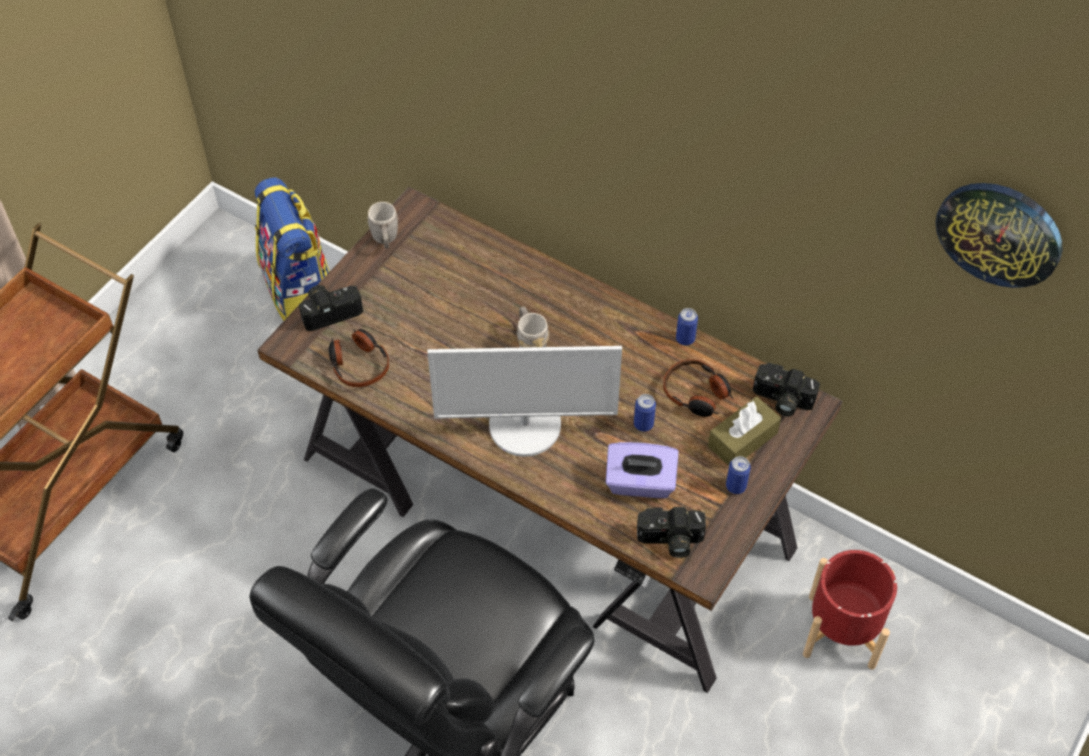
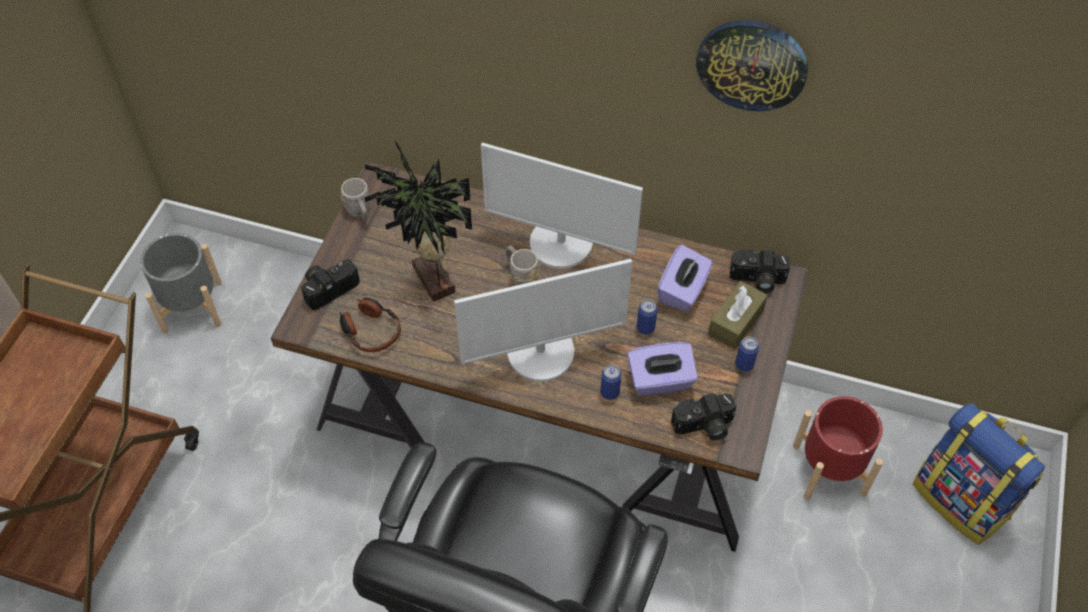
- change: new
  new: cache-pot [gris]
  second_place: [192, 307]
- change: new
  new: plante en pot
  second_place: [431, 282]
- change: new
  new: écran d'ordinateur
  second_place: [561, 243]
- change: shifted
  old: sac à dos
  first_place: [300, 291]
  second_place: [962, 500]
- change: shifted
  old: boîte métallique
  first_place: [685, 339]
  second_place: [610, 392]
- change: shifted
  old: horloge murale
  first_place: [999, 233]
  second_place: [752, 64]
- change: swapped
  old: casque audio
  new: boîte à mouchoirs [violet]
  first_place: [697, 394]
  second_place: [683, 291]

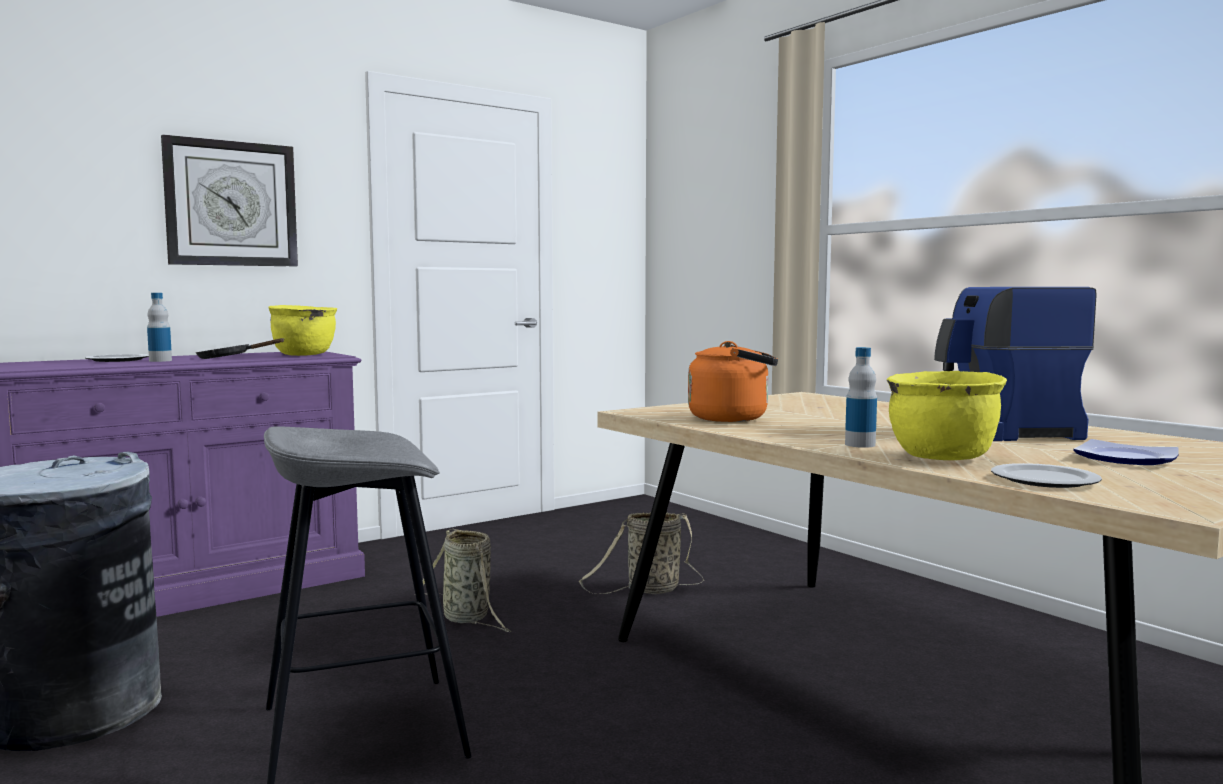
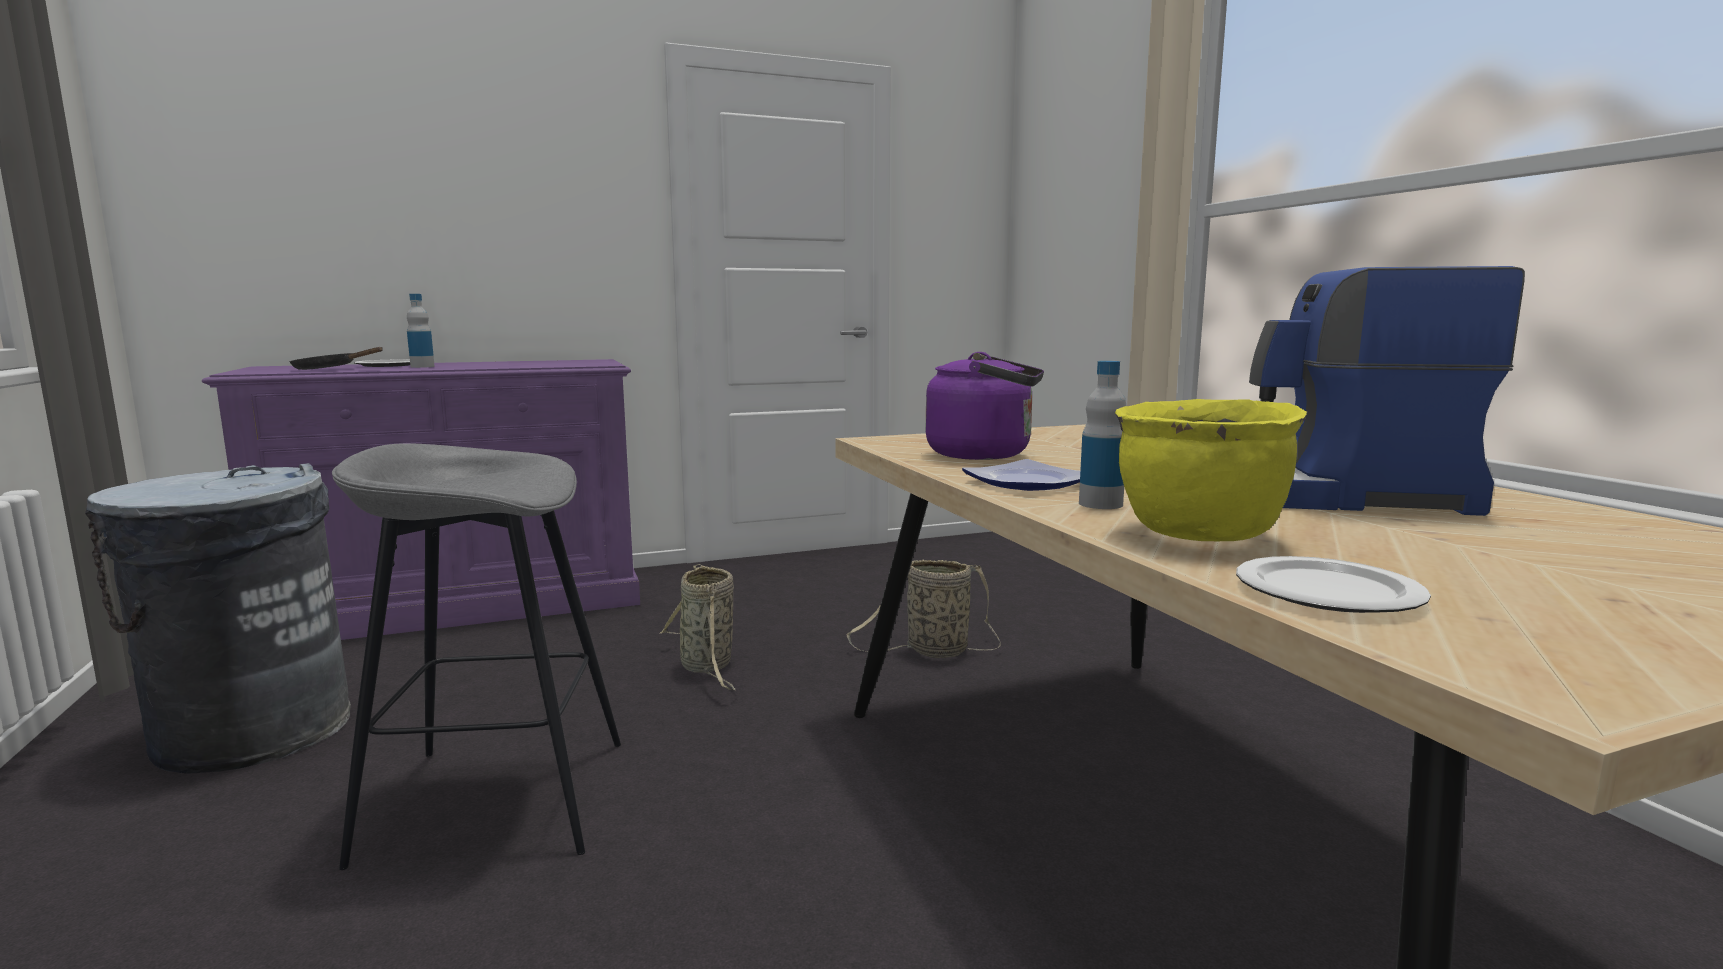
- change: gone
  old: horloge murale
  first_place: [231, 204]
- change: gone
  old: marmite [jaune]
  first_place: [304, 355]
- change: shifted
  old: poêle [noir]
  first_place: [229, 358]
  second_place: [330, 369]
- change: shifted
  old: assiette
  first_place: [1126, 459]
  second_place: [1027, 483]
- change: repainted
  old: bouilloire [orange]
  new: bouilloire [violet]
  first_place: [733, 418]
  second_place: [985, 455]

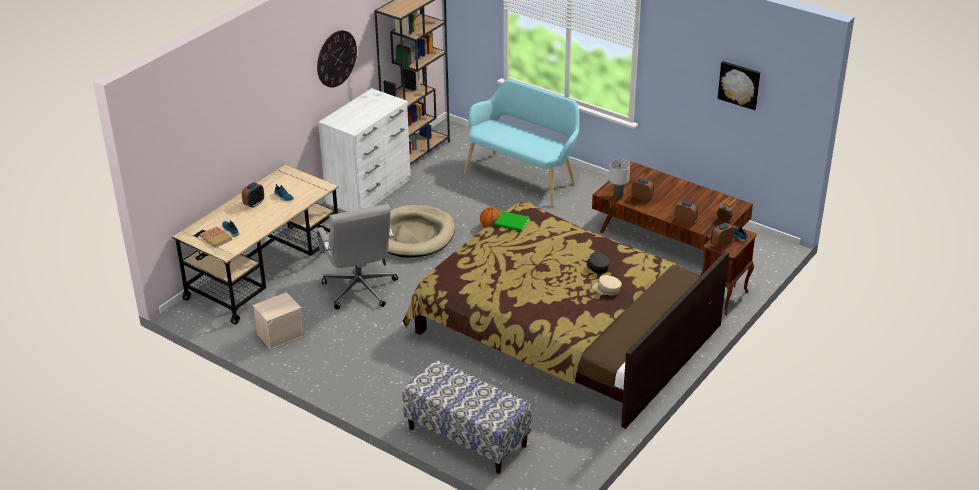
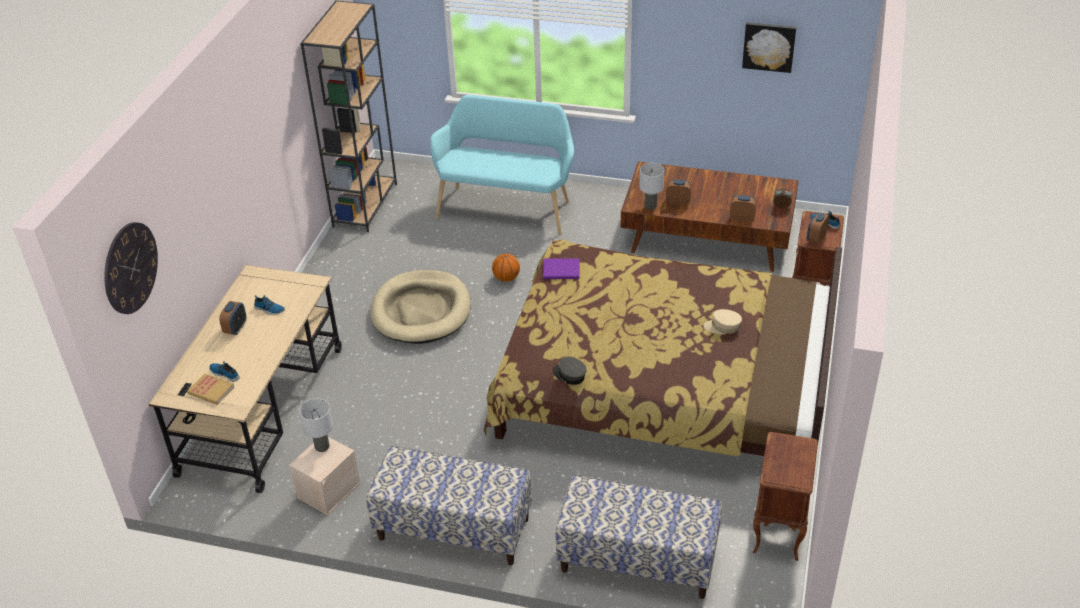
- change: gone
  old: chaise de bureau [gris]
  first_place: [360, 288]
- change: gone
  old: commode [blanc]
  first_place: [370, 192]
- change: new
  new: lampe de table [blanc]
  second_place: [323, 447]
- change: new
  new: banc
  second_place: [453, 529]
- change: new
  new: table de chevet [marron]
  second_place: [779, 531]
- change: shifted
  old: horloge murale
  first_place: [336, 58]
  second_place: [130, 268]
- change: shifted
  old: casquette [gris]
  first_place: [597, 266]
  second_place: [569, 375]
- change: repainted
  old: livre [vert]
  new: livre [violet]
  first_place: [512, 223]
  second_place: [562, 271]

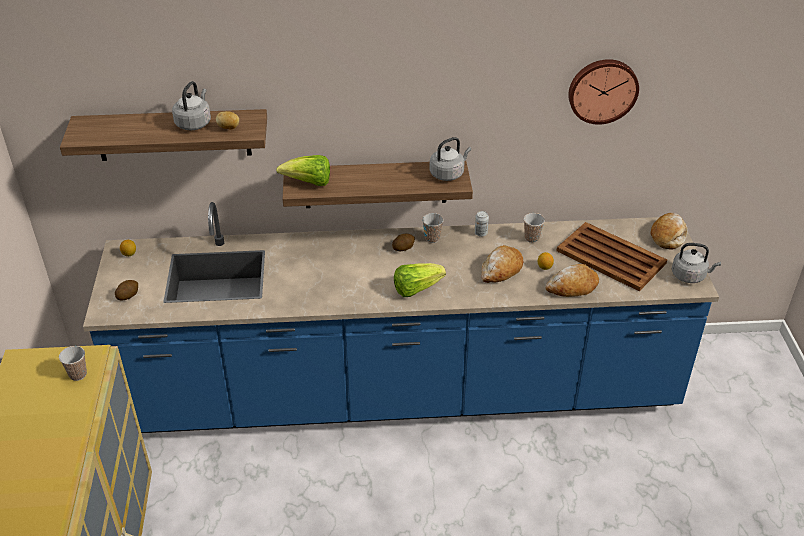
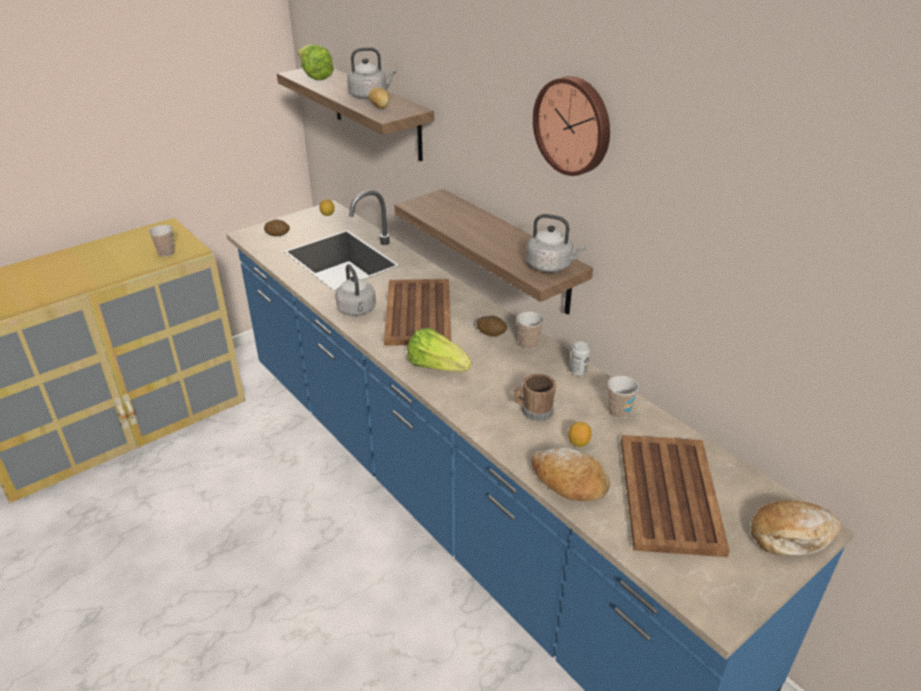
- change: new
  new: plateau [marron]
  second_place: [418, 313]
- change: shifted
  old: laitue
  first_place: [309, 183]
  second_place: [314, 76]
- change: shifted
  old: horloge murale
  first_place: [602, 90]
  second_place: [574, 125]
- change: shifted
  old: bouilloire [gris]
  first_place: [690, 276]
  second_place: [357, 310]
- change: swapped
  old: pain
  new: mug [marron]
  first_place: [501, 270]
  second_place: [533, 411]

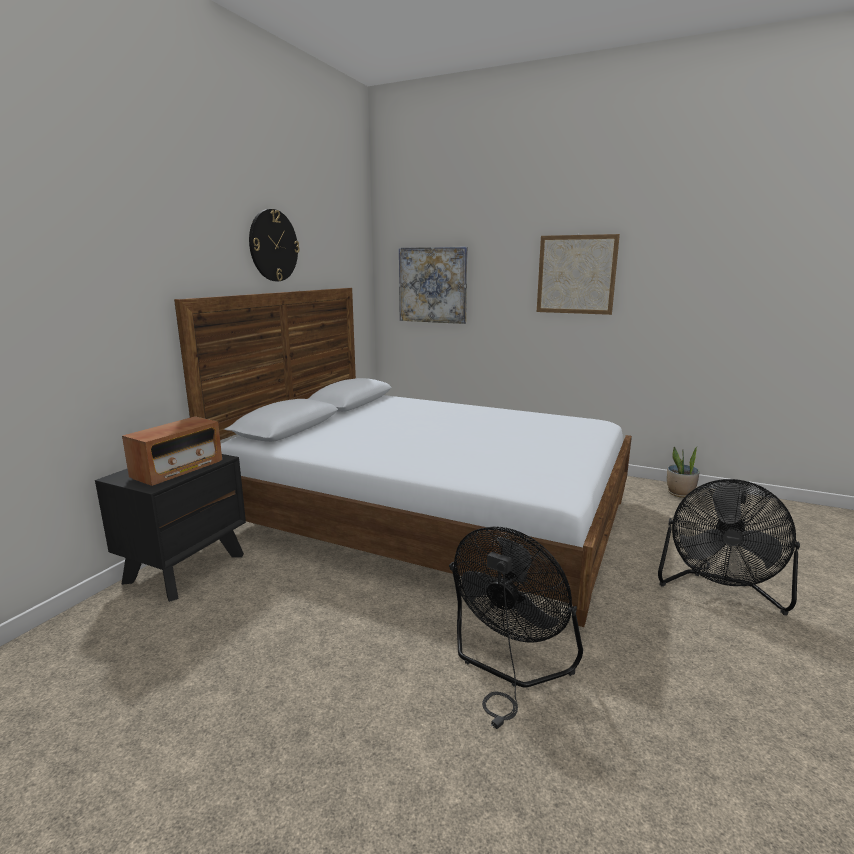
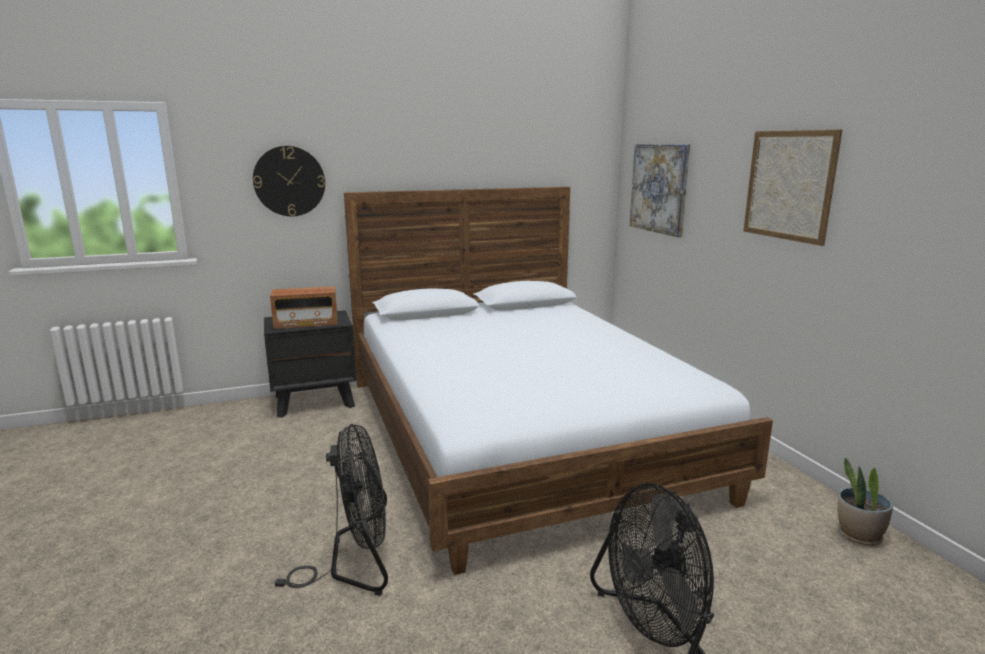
- change: shifted
  old: horloge murale
  first_place: [273, 245]
  second_place: [289, 181]

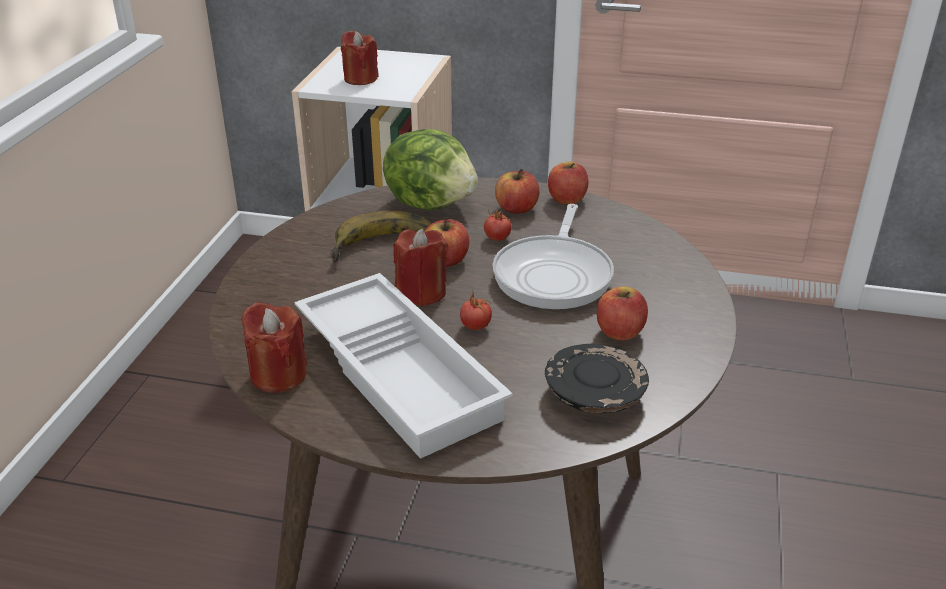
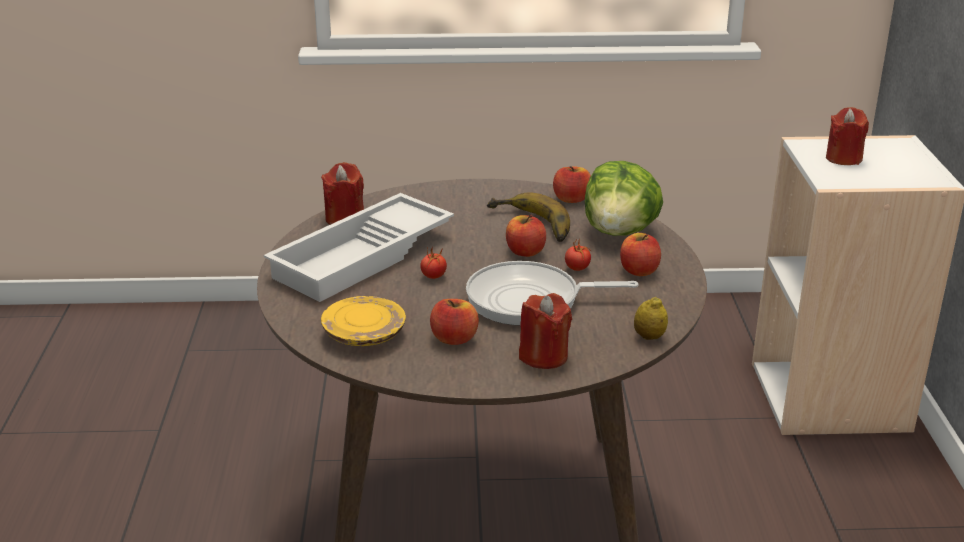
- change: new
  new: citron
  second_place: [649, 337]
- change: shifted
  old: bougie [rouge]
  first_place: [421, 292]
  second_place: [543, 356]
- change: shifted
  old: pomme
  first_place: [567, 199]
  second_place: [571, 199]
- change: repainted
  old: assiette [noir]
  new: assiette [jaune]
  first_place: [594, 392]
  second_place: [364, 334]

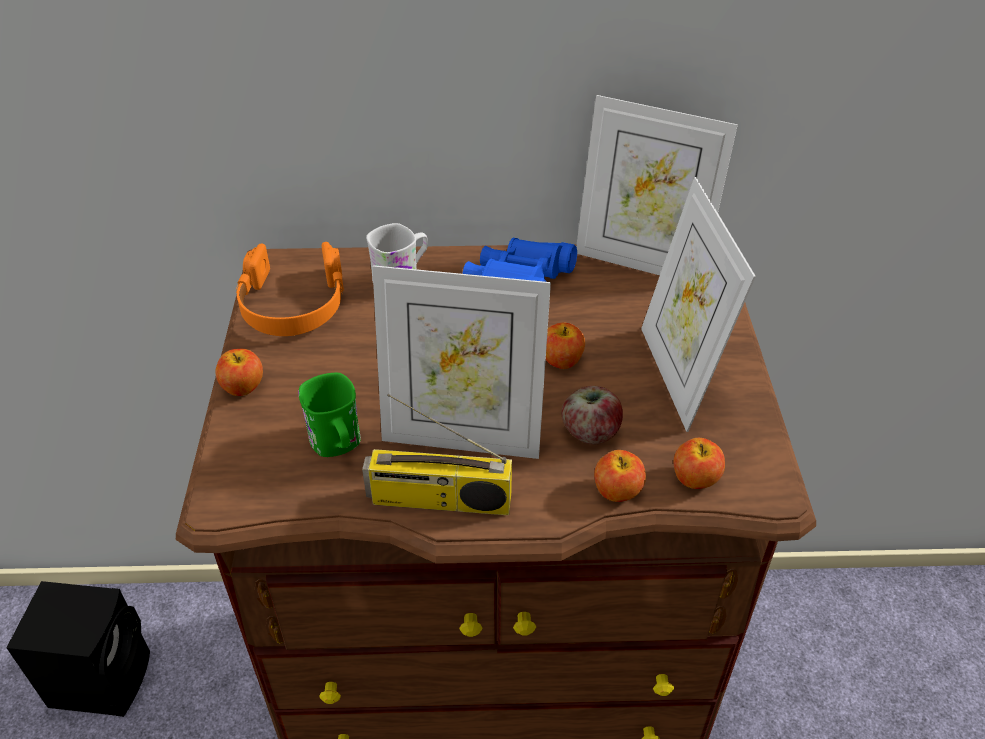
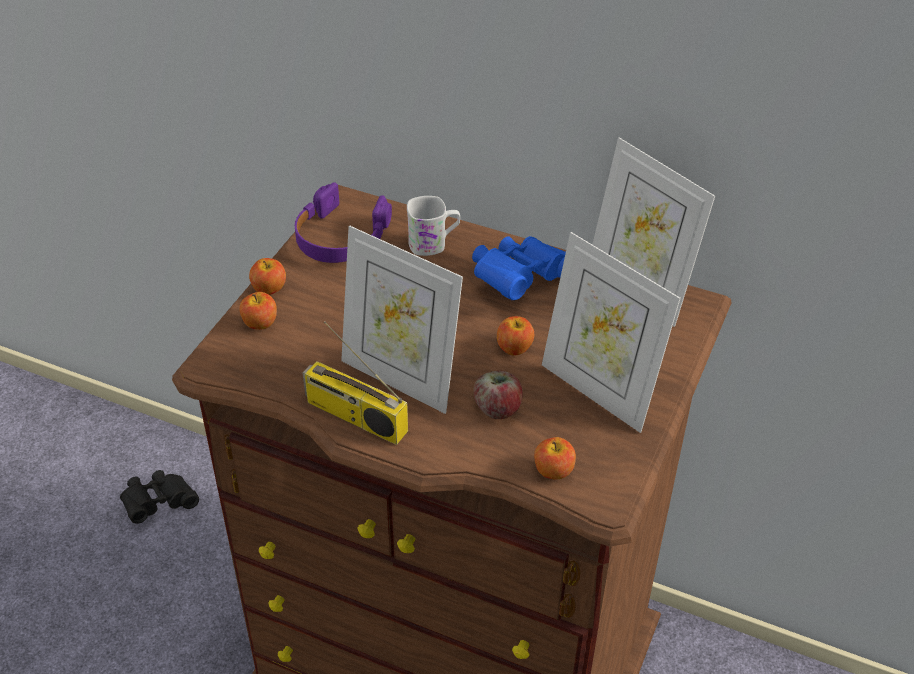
- change: gone
  old: mug [vert]
  first_place: [338, 444]
- change: shifted
  old: pomme
  first_place: [617, 491]
  second_place: [260, 323]
- change: swapped
  old: enceinte [noir]
  new: jumelles [noir]
  first_place: [103, 676]
  second_place: [159, 503]
- change: repainted
  old: casque audio [orange]
  new: casque audio [violet]
  first_place: [292, 303]
  second_place: [340, 237]
- change: rotated
  old: cadre photo
  first_place: [678, 375]
  second_place: [598, 391]
  degrees: -60

